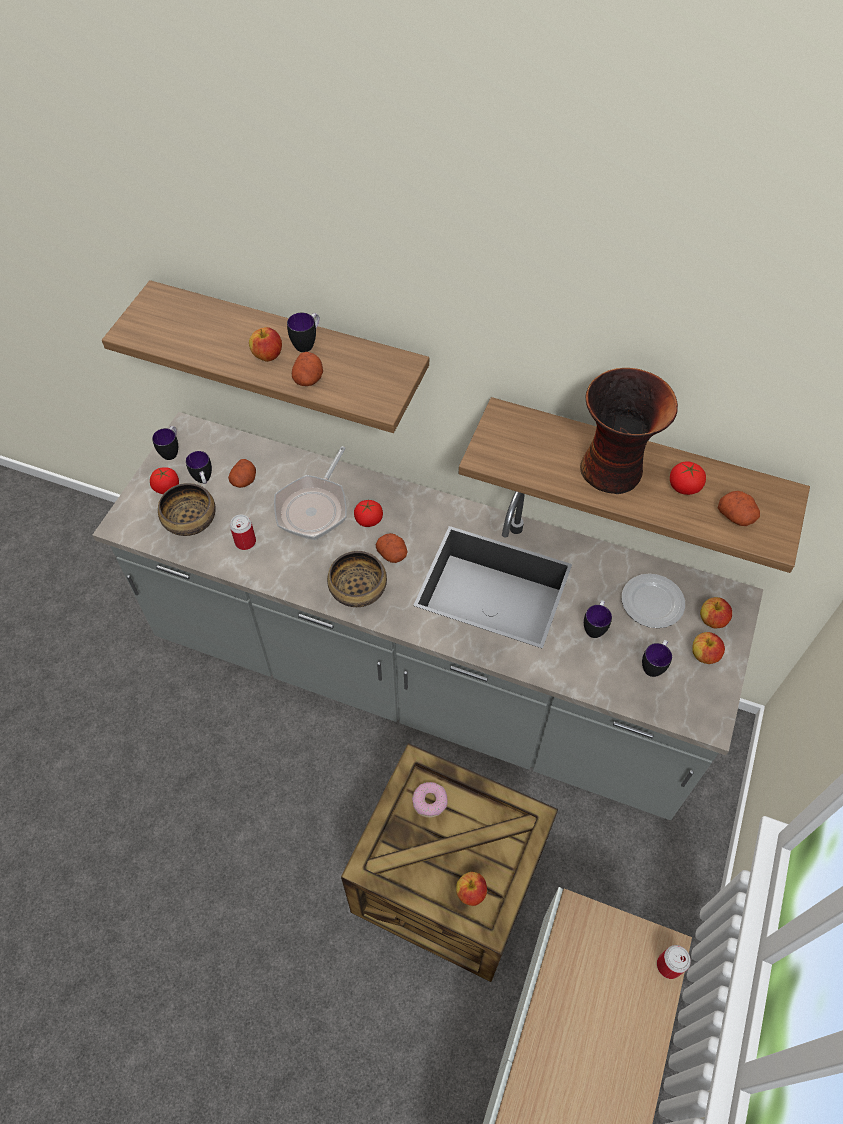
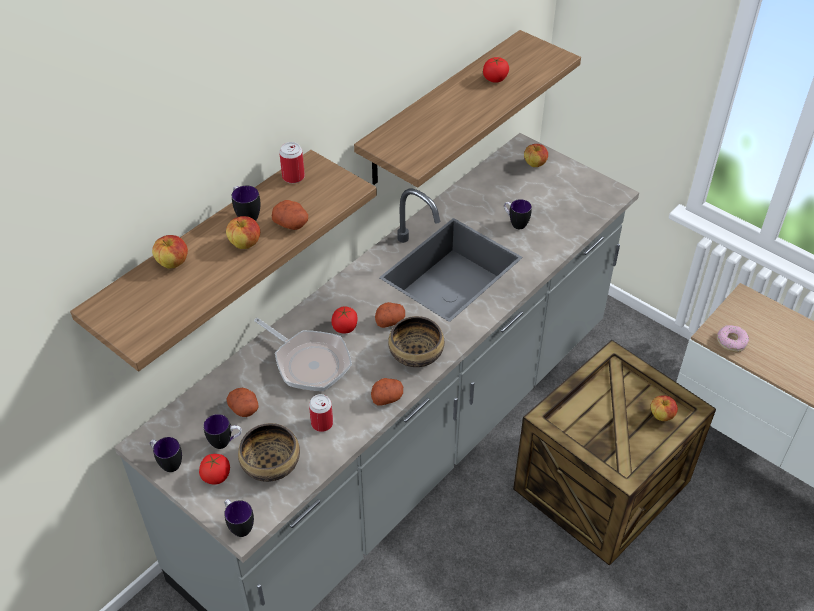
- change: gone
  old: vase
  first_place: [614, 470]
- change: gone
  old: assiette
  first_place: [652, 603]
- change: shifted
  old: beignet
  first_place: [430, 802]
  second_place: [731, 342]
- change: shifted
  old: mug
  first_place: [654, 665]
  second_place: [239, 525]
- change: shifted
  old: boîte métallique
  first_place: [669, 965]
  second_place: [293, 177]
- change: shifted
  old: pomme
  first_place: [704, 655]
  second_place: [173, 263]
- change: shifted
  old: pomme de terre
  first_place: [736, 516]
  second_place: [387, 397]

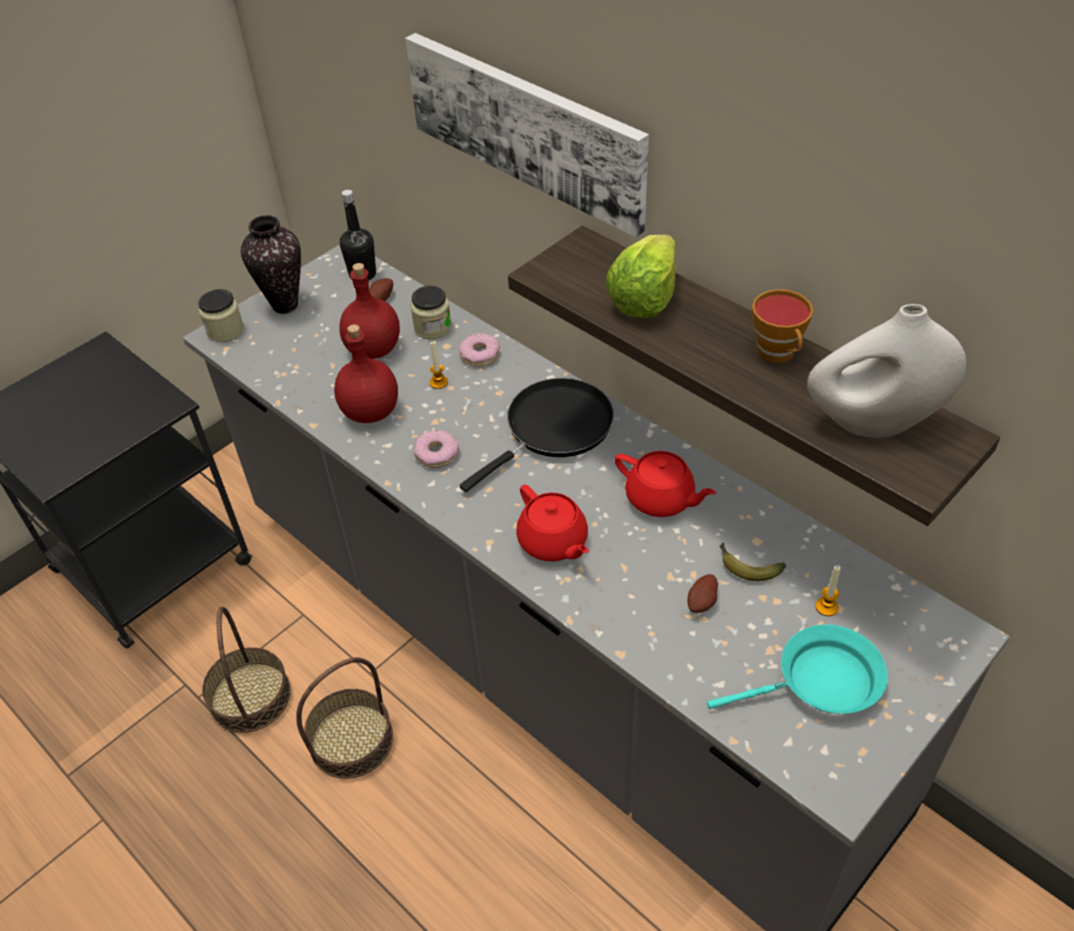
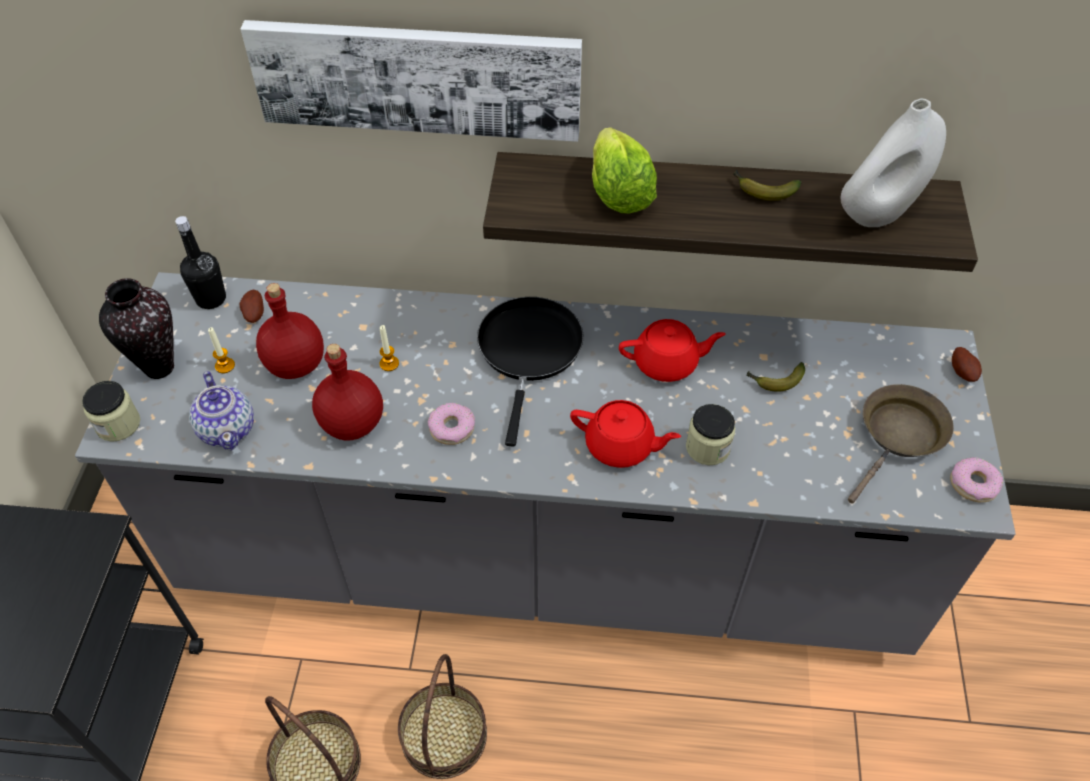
- change: new
  new: théière
  second_place: [228, 428]
- change: shifted
  old: bocal
  first_place: [432, 327]
  second_place: [707, 447]
- change: shifted
  old: beignet
  first_place: [479, 355]
  second_place: [973, 484]
- change: shifted
  old: pomme de terre
  first_place: [702, 602]
  second_place: [963, 372]
- change: shifted
  old: bougie
  first_place: [826, 607]
  second_place: [225, 366]
- change: swapped
  old: tasse
  new: banane
  first_place: [778, 353]
  second_place: [762, 190]
- change: repainted
  old: poêle [turquoise]
  new: poêle [marron]
  first_place: [820, 682]
  second_place: [899, 436]

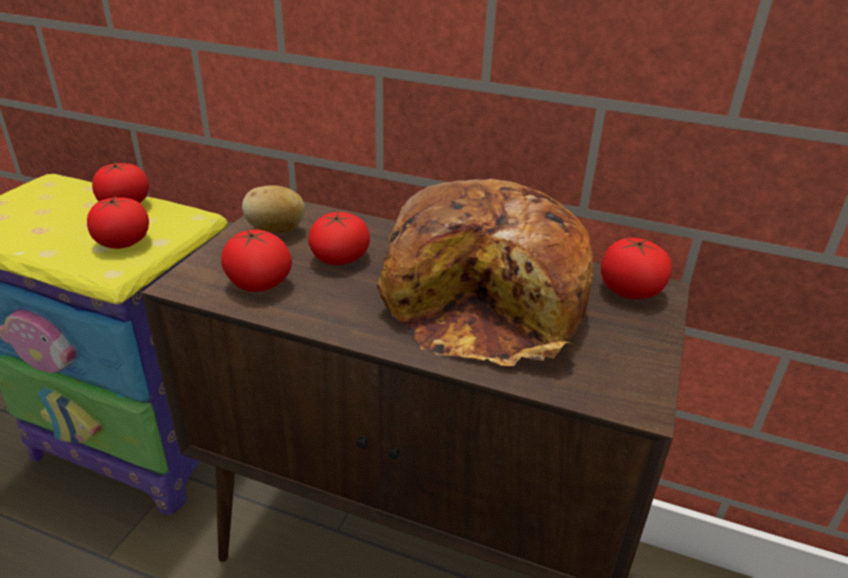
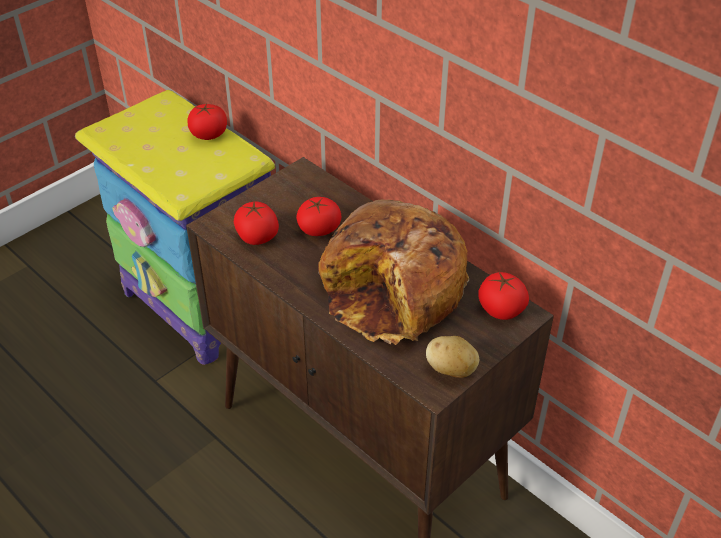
- change: gone
  old: tomate
  first_place: [123, 242]
- change: shifted
  old: pomme de terre
  first_place: [276, 230]
  second_place: [451, 370]

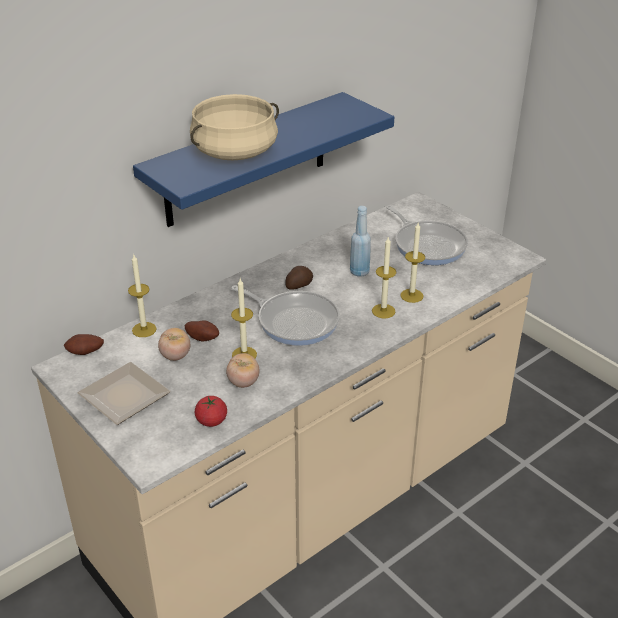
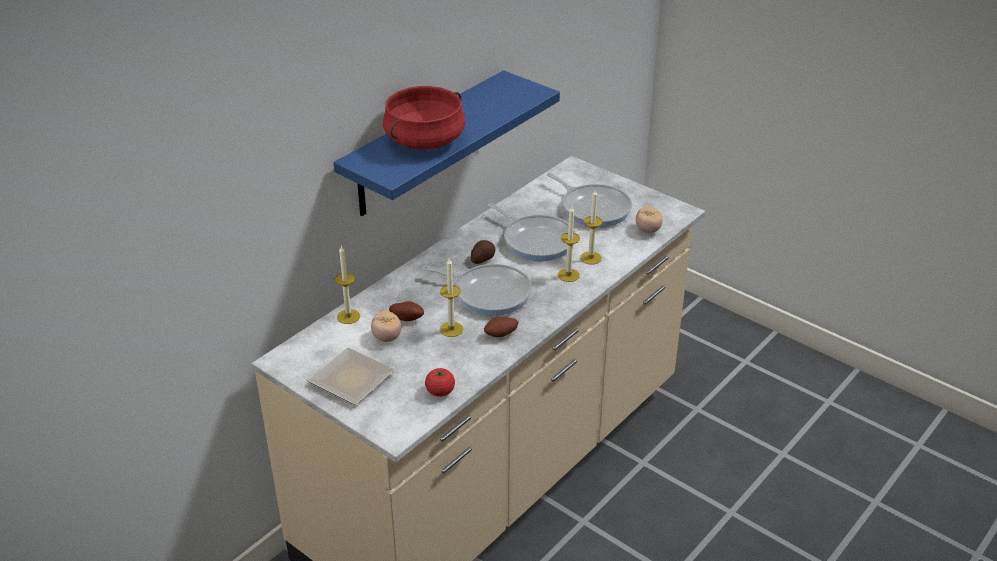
- change: shifted
  old: pomme de terre
  first_place: [85, 353]
  second_place: [501, 335]
- change: shifted
  old: tomate
  first_place: [243, 382]
  second_place: [648, 230]
- change: swapped
  old: bouteille [bleu]
  new: poêle
  first_place: [359, 272]
  second_place: [536, 240]
- change: repainted
  old: marmite [beige]
  new: marmite [rouge]
  first_place: [235, 152]
  second_place: [425, 141]

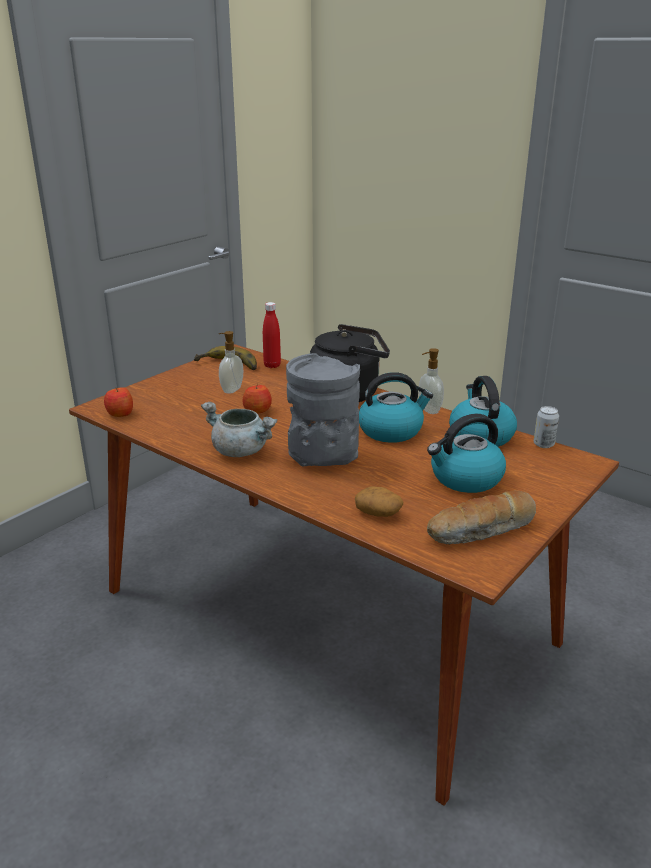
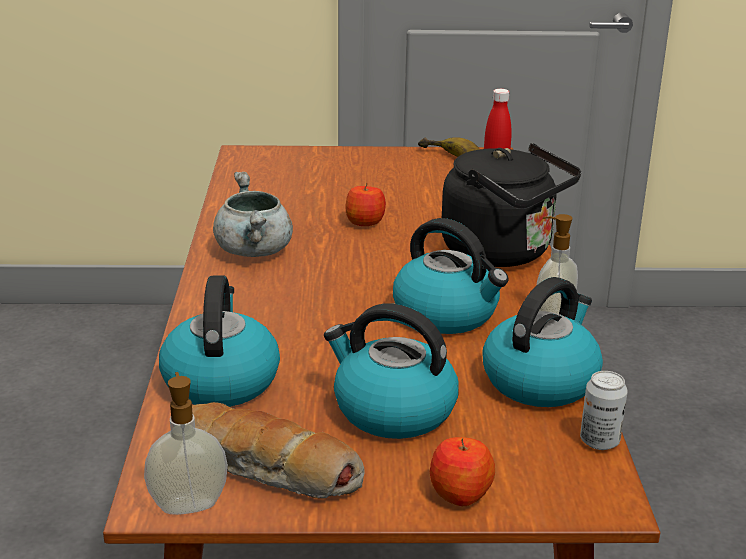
- change: gone
  old: vase [gris]
  first_place: [322, 458]
- change: shifted
  old: pomme
  first_place: [120, 414]
  second_place: [460, 493]
- change: shifted
  old: distributeur de savon
  first_place: [231, 390]
  second_place: [188, 504]
- change: swapped
  old: pomme de terre
  new: bouilloire
  first_place: [378, 513]
  second_place: [220, 380]

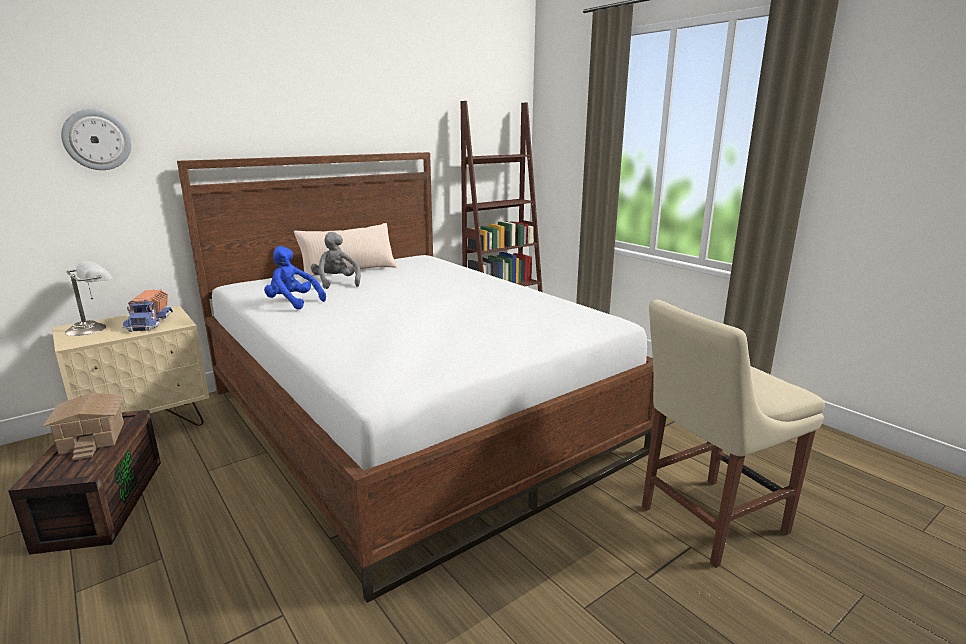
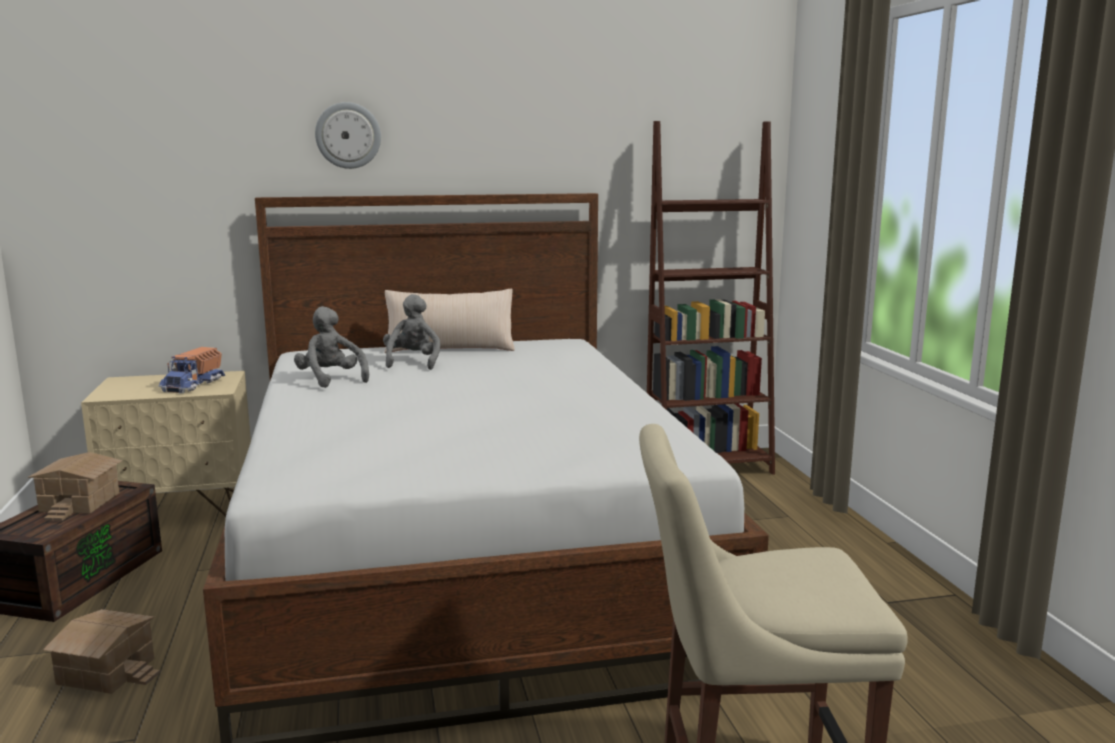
- change: gone
  old: lampe de table [blanc]
  first_place: [94, 327]
- change: new
  new: maison miniature
  second_place: [105, 672]
- change: shifted
  old: horloge murale
  first_place: [97, 140]
  second_place: [348, 135]
- change: repainted
  old: peluche [bleu]
  new: peluche [gris]
  first_place: [293, 303]
  second_place: [331, 380]

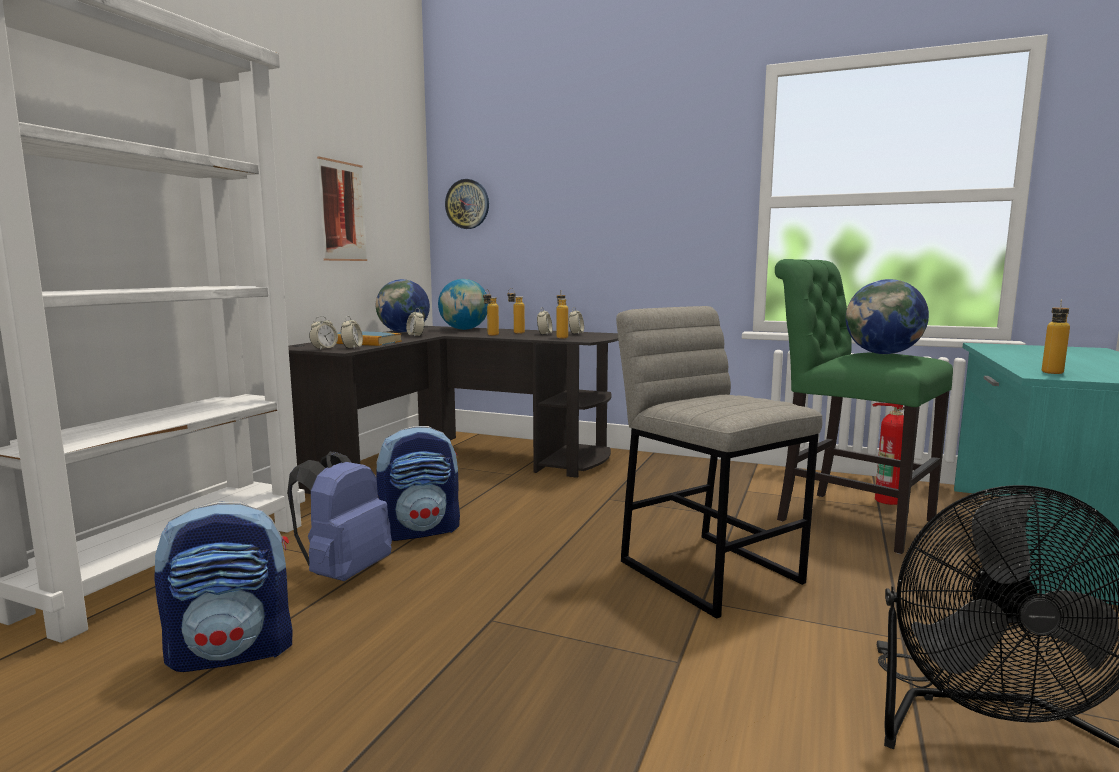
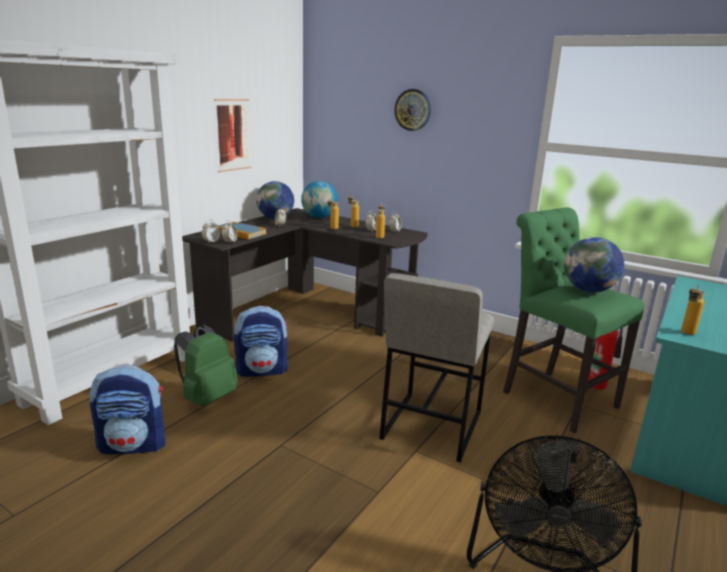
- change: shifted
  old: horloge murale
  first_place: [467, 204]
  second_place: [413, 110]
- change: repainted
  old: sac à dos [bleu]
  new: sac à dos [vert]
  first_place: [344, 572]
  second_place: [207, 397]
- change: rotated
  old: chaise [gris]
  first_place: [706, 570]
  second_place: [431, 427]
  degrees: -135

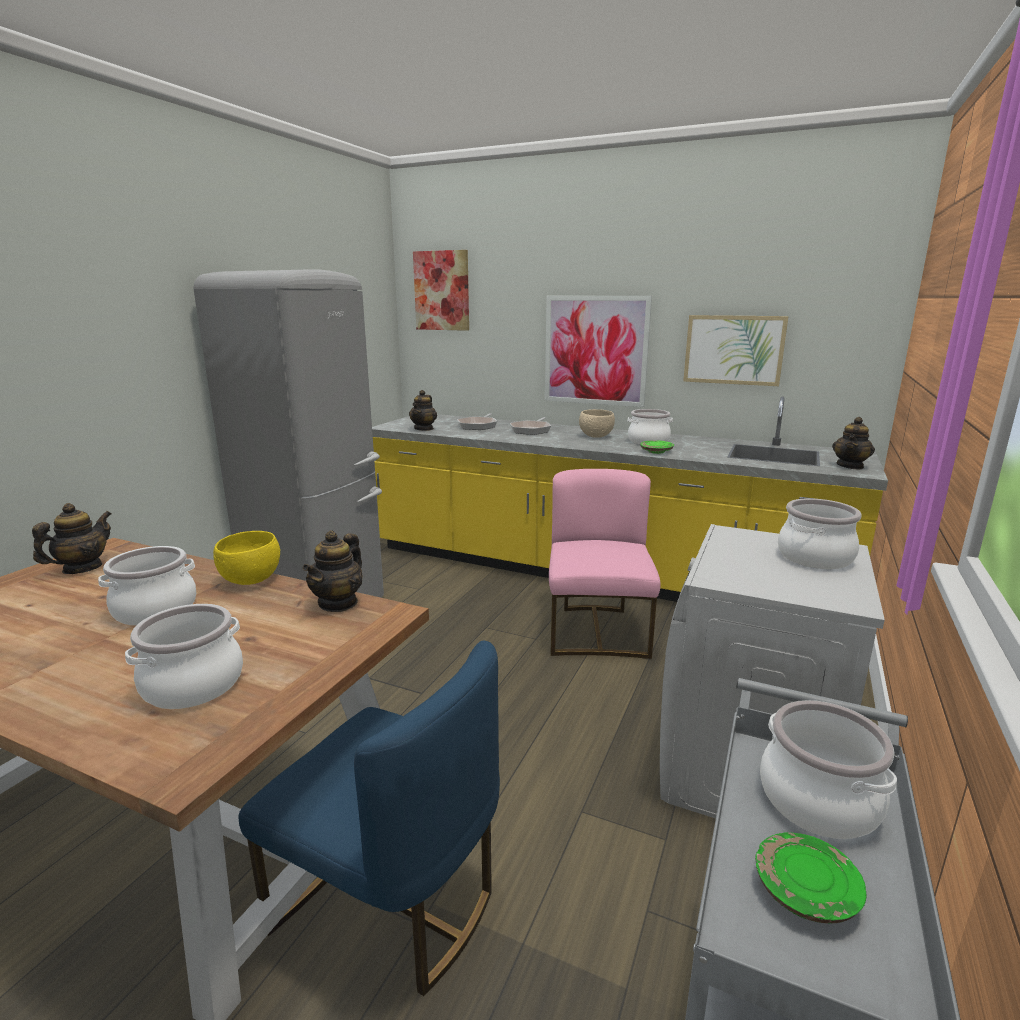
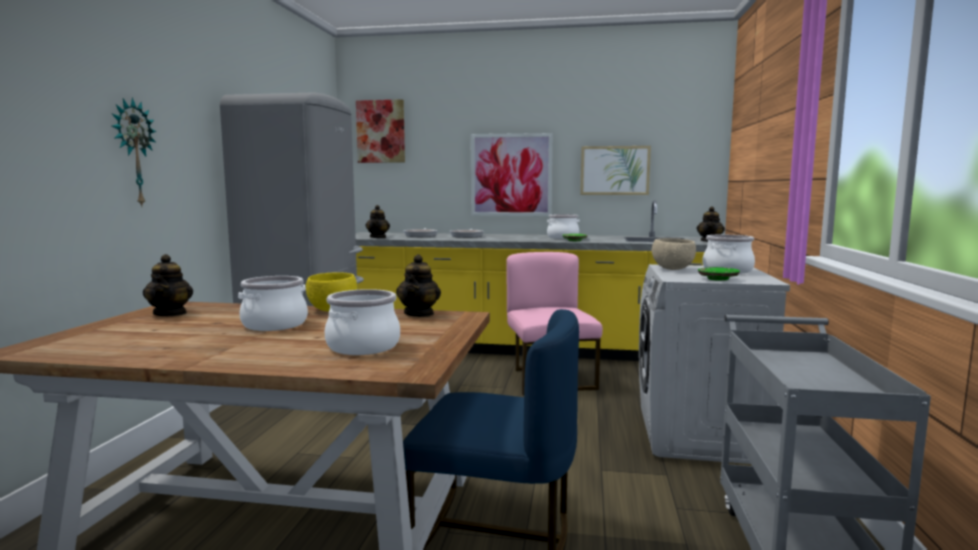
- change: gone
  old: marmite
  first_place: [817, 801]
- change: new
  new: horloge murale
  second_place: [132, 153]
- change: shifted
  old: bol [beige]
  first_place: [595, 436]
  second_place: [672, 269]
- change: shifted
  old: assiette [vert]
  first_place: [805, 891]
  second_place: [718, 279]
- change: rotated
  old: théière
  first_place: [82, 568]
  second_place: [170, 313]
  degrees: 150

